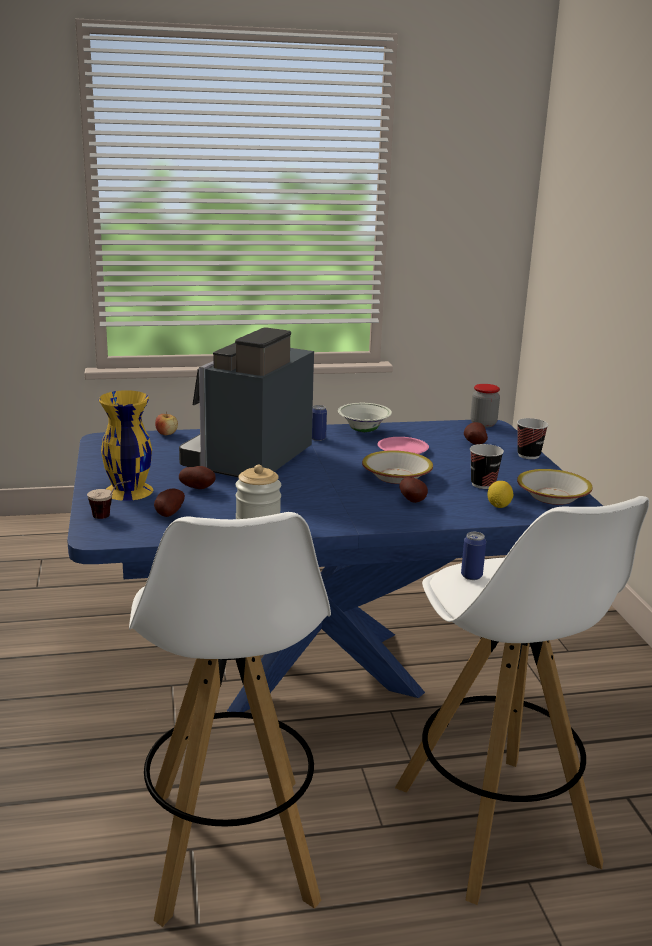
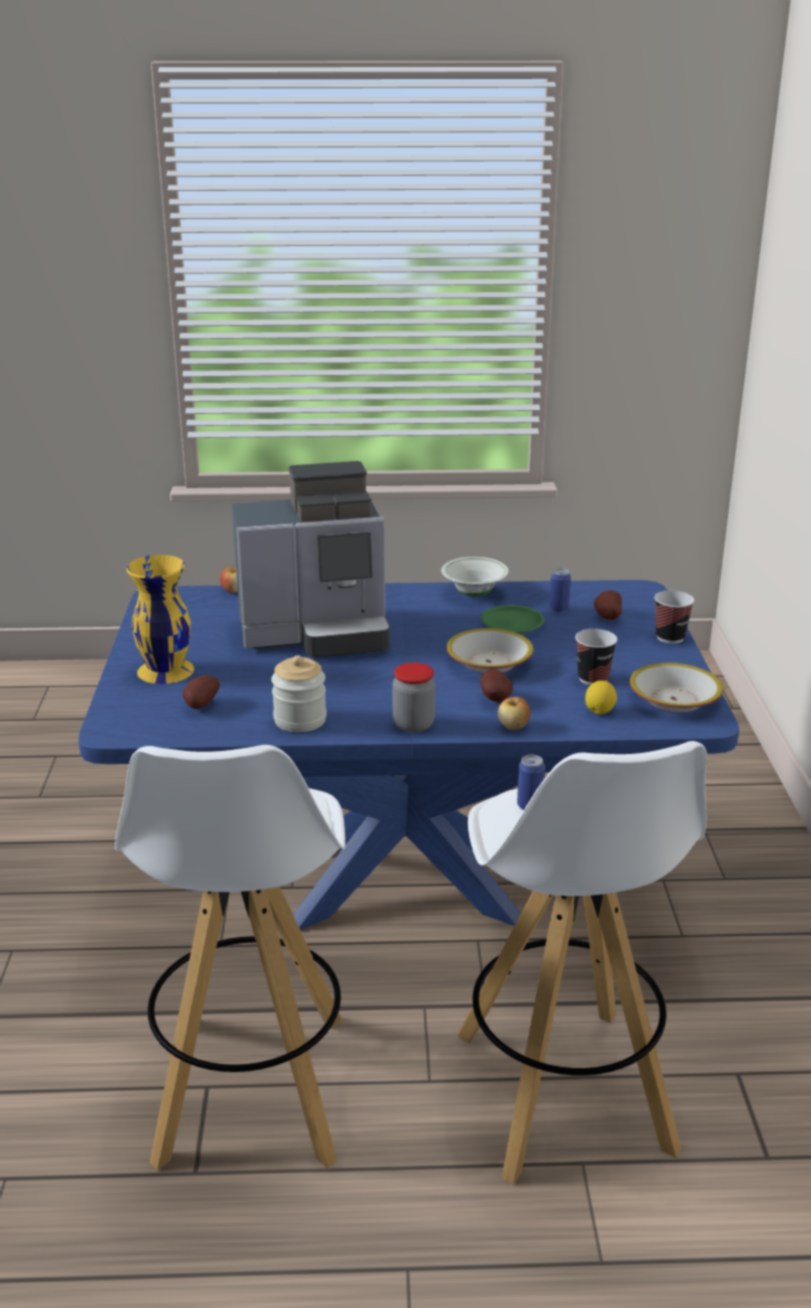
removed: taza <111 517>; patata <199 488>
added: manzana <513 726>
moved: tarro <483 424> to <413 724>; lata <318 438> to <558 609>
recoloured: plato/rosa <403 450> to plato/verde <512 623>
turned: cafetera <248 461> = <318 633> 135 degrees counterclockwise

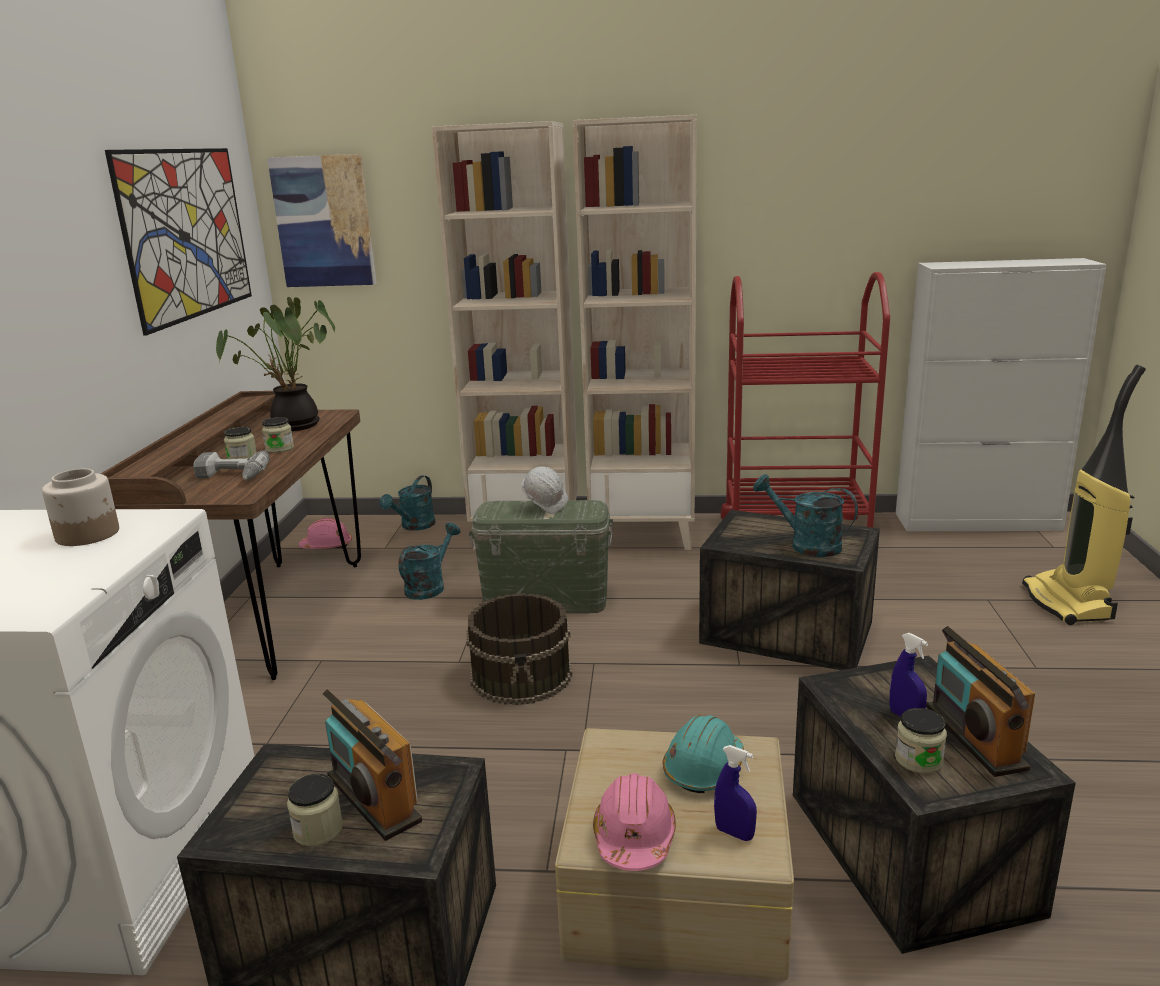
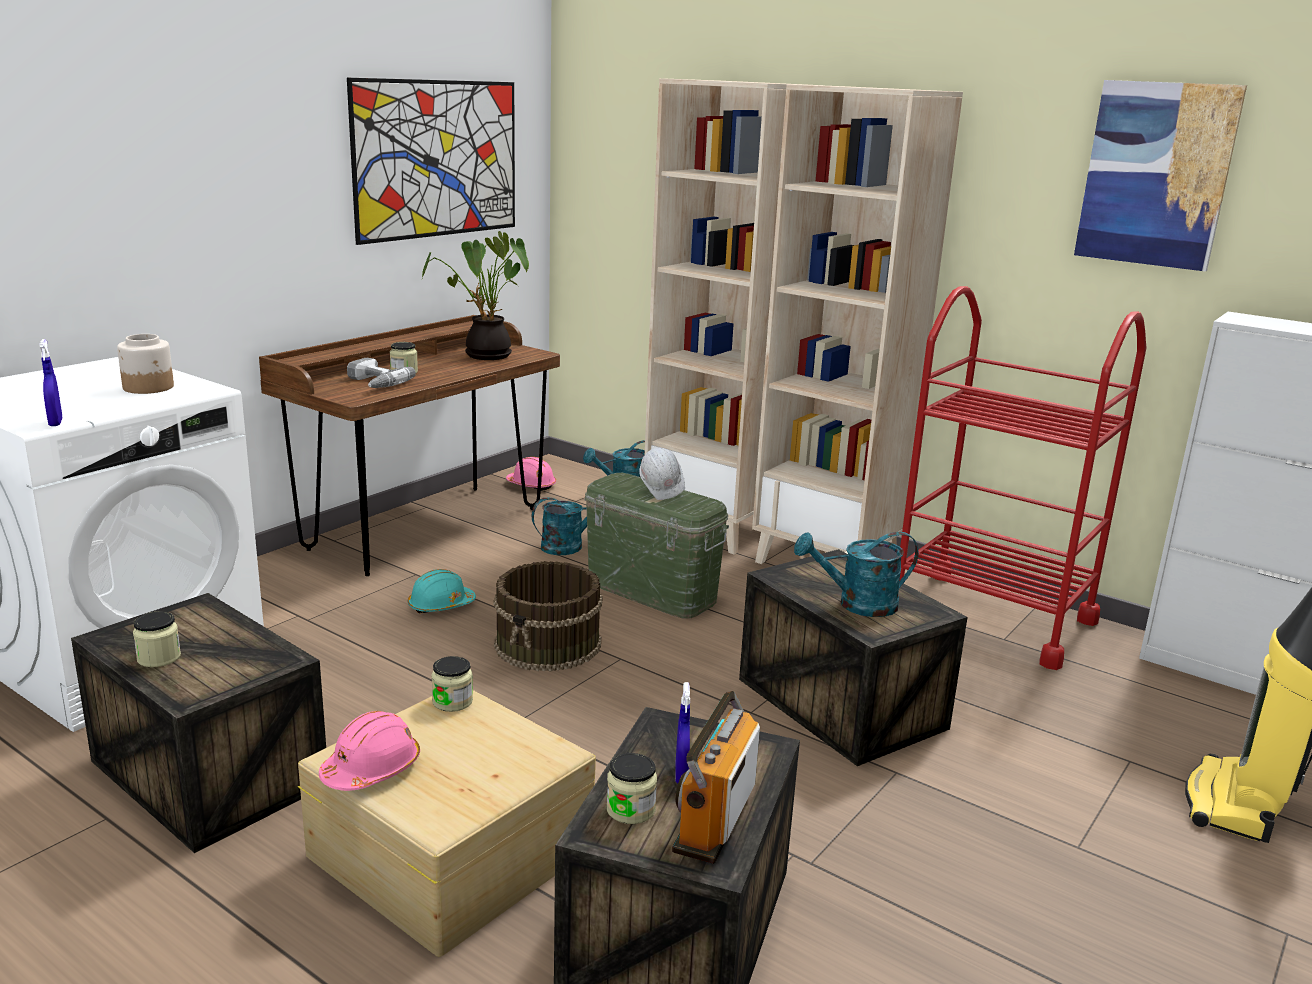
removed: radio <373 799>
moved: pulverizador/azul <734 833> to <55 423>; casco/turquesa <704 768> to <441 605>; tarro <279 448> to <452 701>; cuadro <324 222> to <1156 175>
turned: regadera/turquesa <806 545> = <857 605> 75 degrees counterclockwise

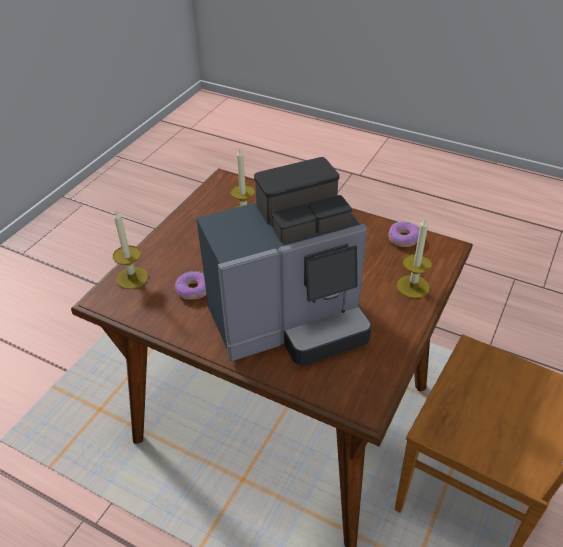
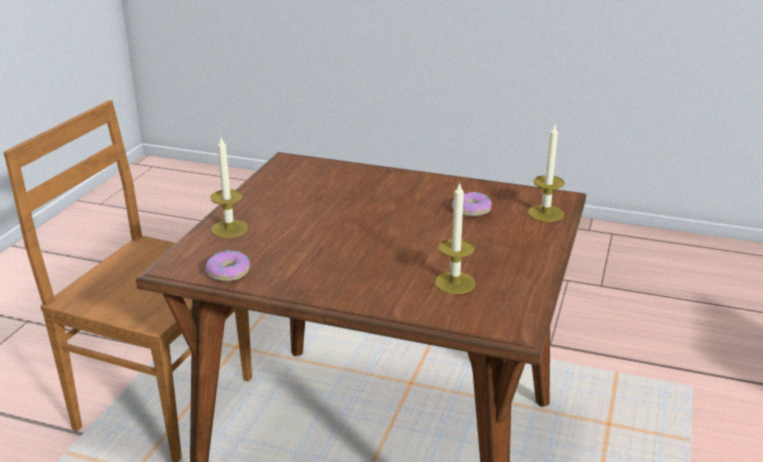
removed: cafetera <290 322>

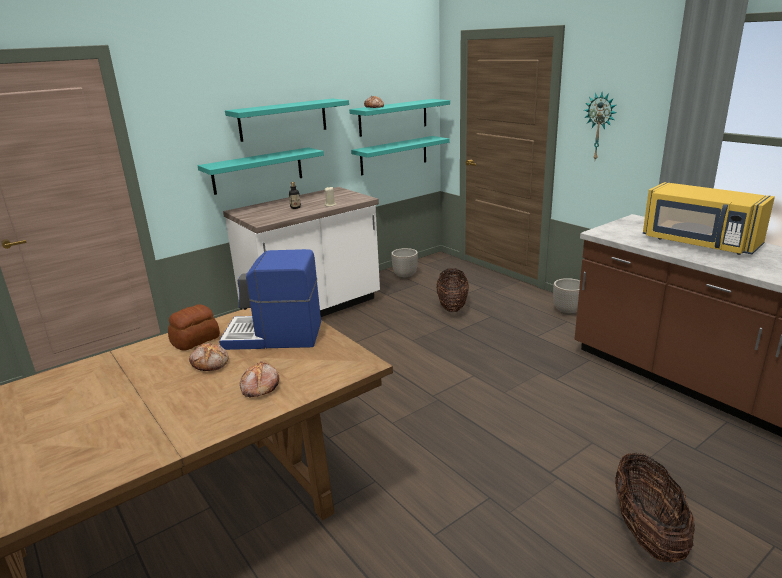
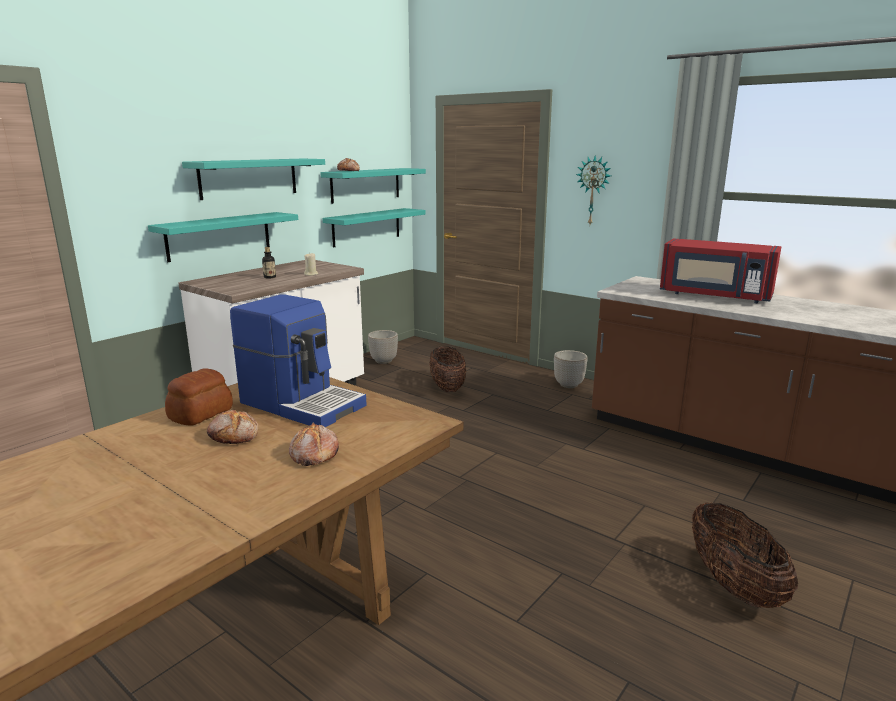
recoloured: microondas/amarillo <699 243> to microondas/rojo <714 296>
turned: cafetera <274 336> = <302 403> 135 degrees counterclockwise

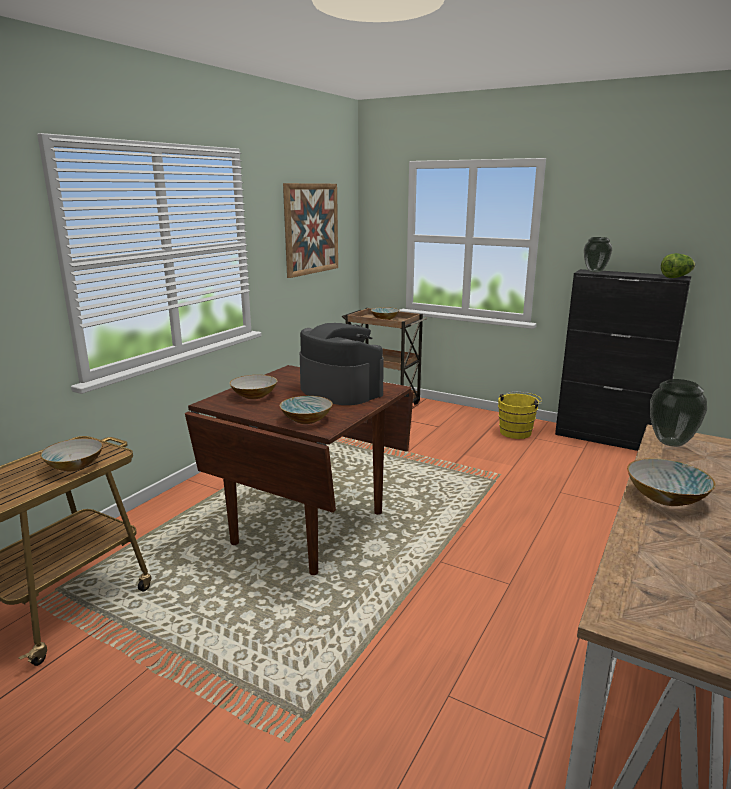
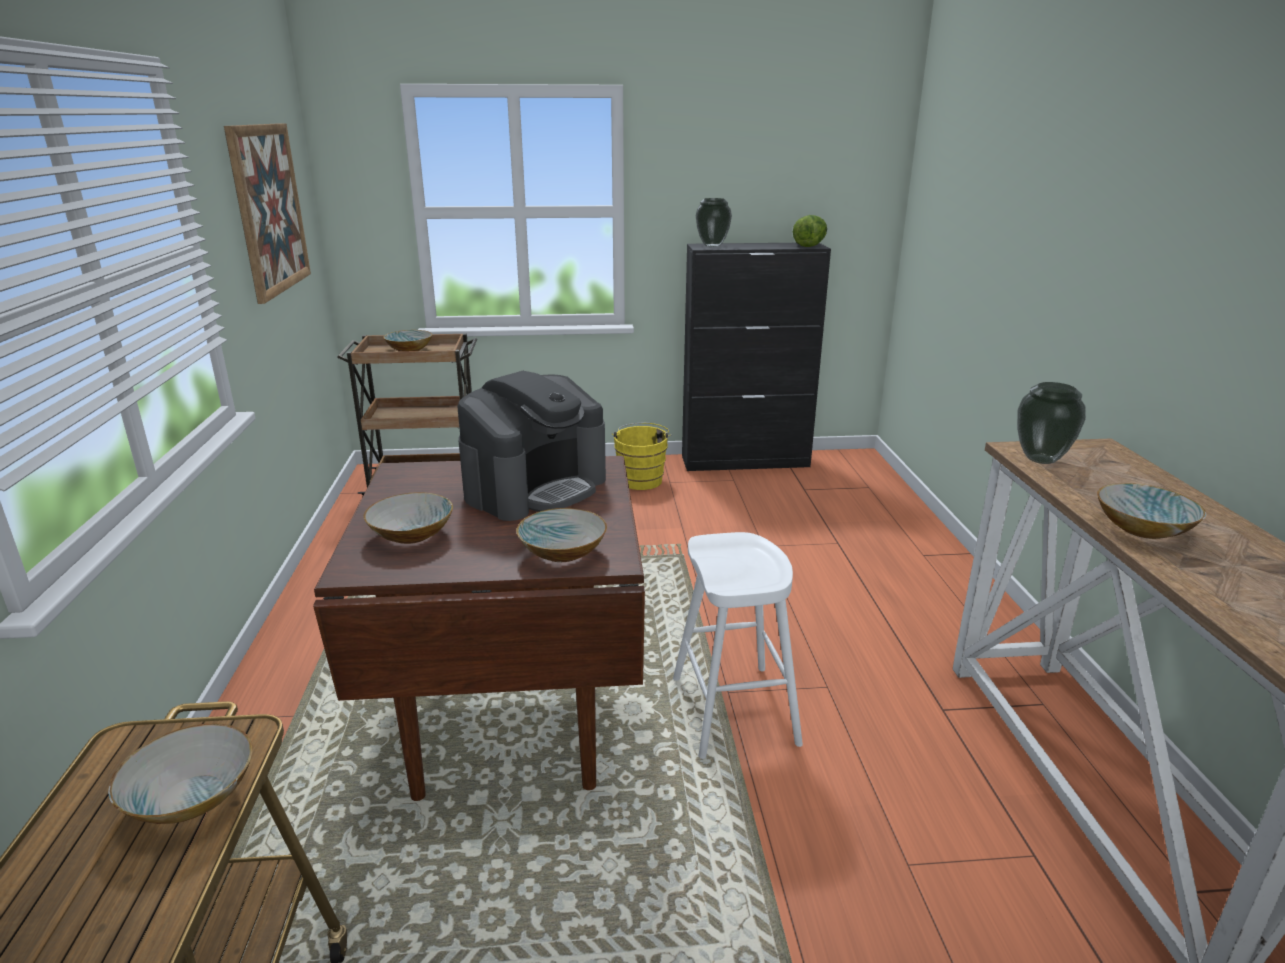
added: taburete/blanco <734 710>
turned: cafetera <340 390> = <535 487> 120 degrees clockwise

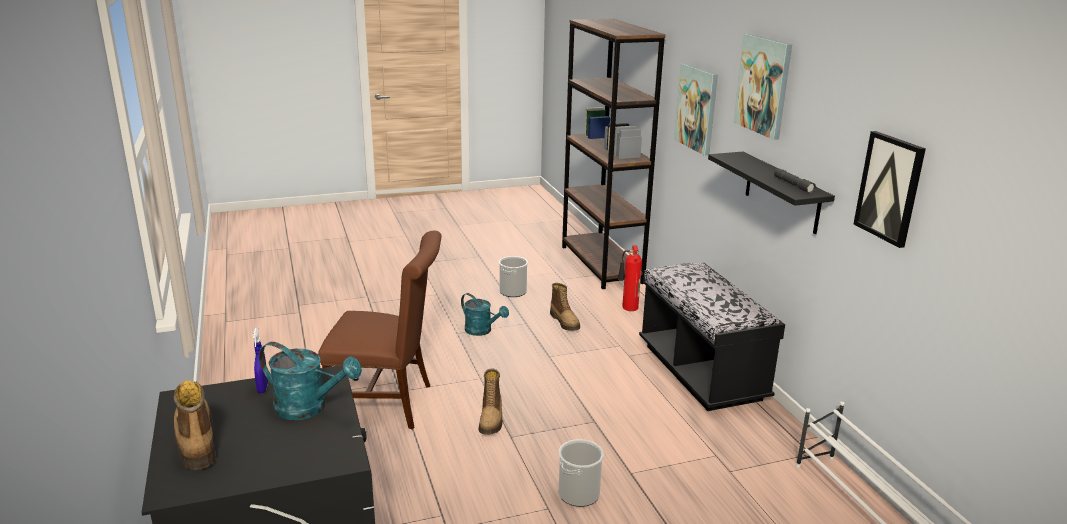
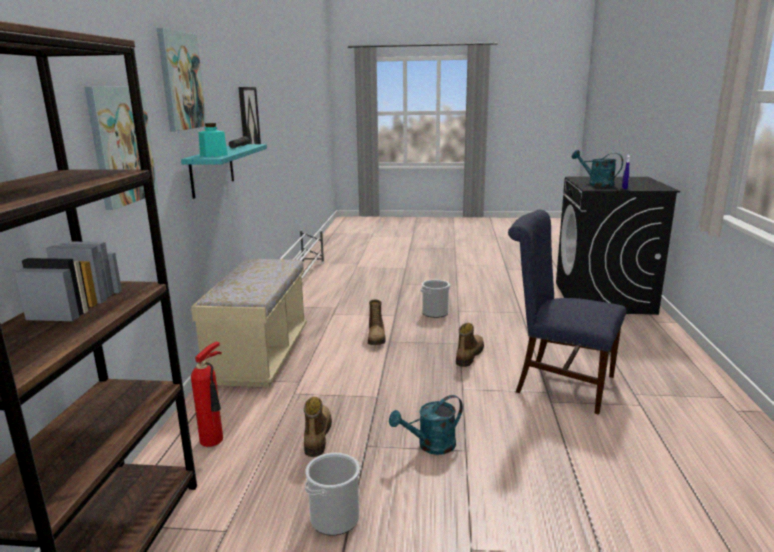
added: tarro/turquesa <213 155>
moved: bota <195 439> to <376 338>
recoloured: estante/negro <782 192> to estante/turquesa <212 170>; banco/negro <701 372> to banco/beis <259 356>; silla/marrón <389 403> to silla/azul <558 383>
turned: regadera/turquesa <482 331> = <430 446> 90 degrees counterclockwise

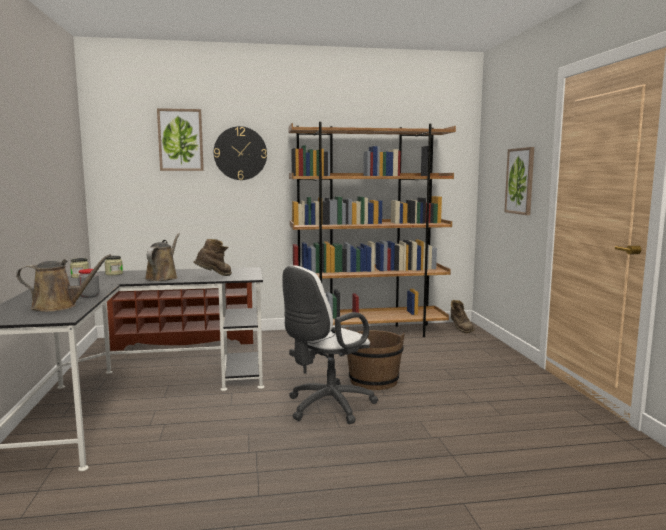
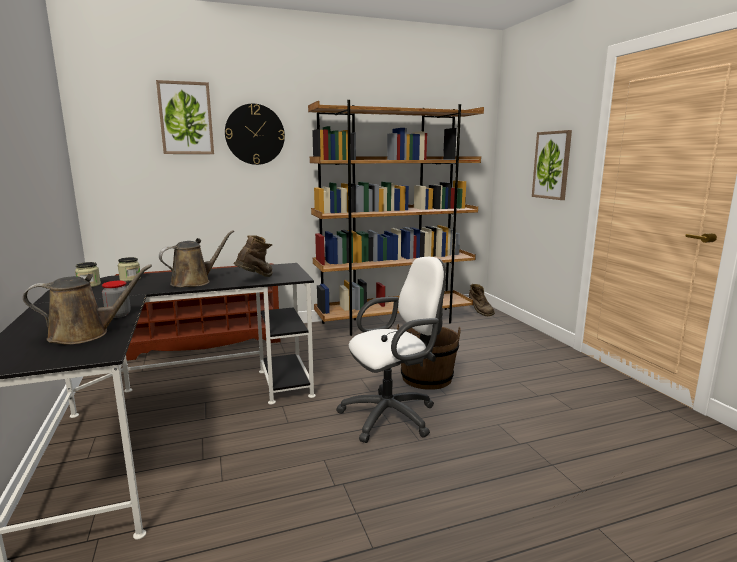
turned: regadera/marrón <163 277> = <194 282> 45 degrees clockwise; silla de oficina/blanco <326 407> = <393 416> 150 degrees counterclockwise

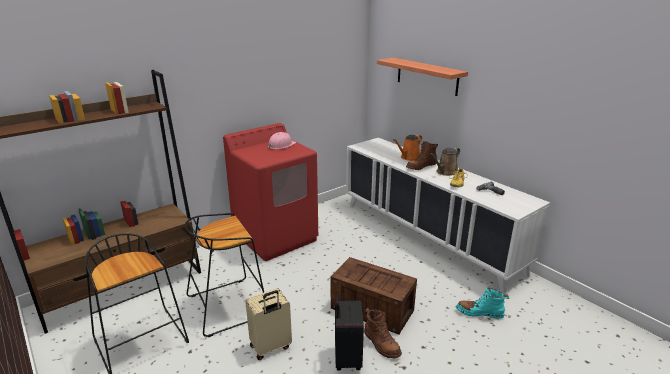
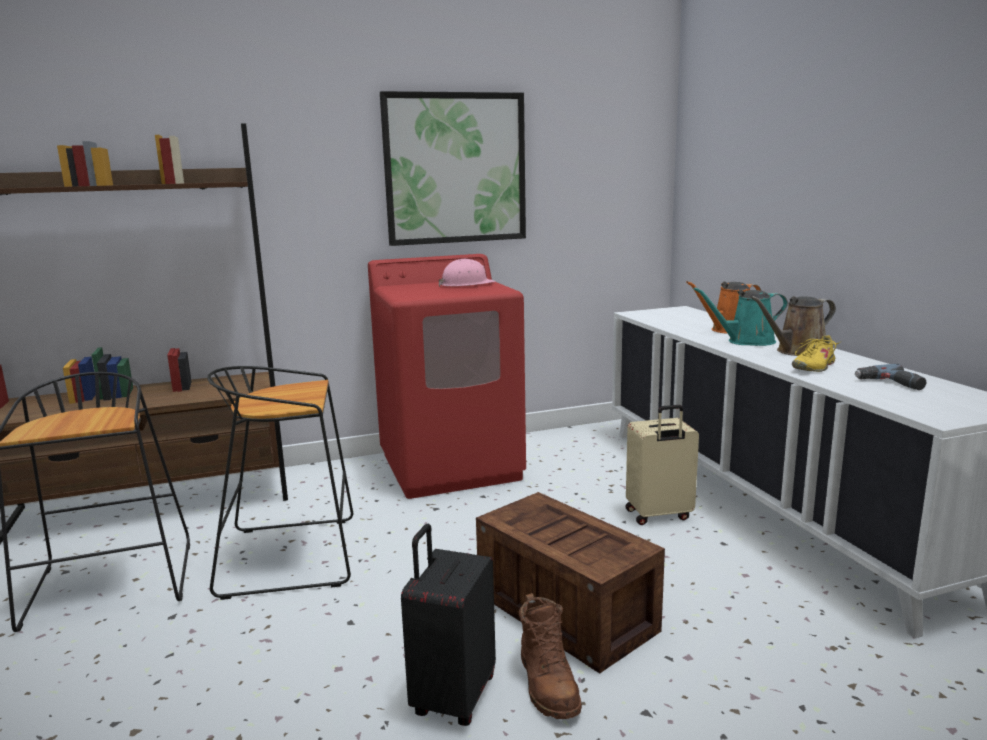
removed: estante <427 76>; bota/turquesa <479 313>
added: cuadro <455 169>
moved: maleta/beis <271 347> to <659 515>
replaced: bota/marrón <421 166> to regadera/turquesa <746 341>

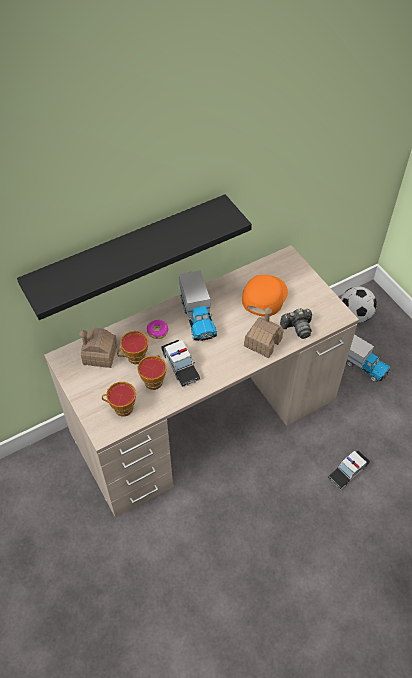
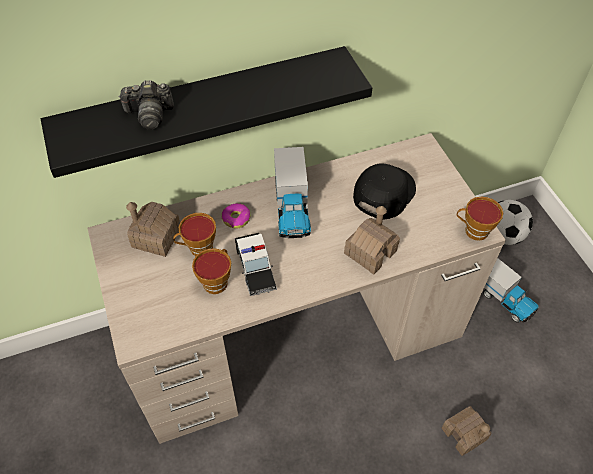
moved: cámara <297 328> to <150 114>; taza <121 408> to <473 231>
replaced: coche de juguete <348 471> to casita <464 434>
recoloured: gorra/naranja <264 296> to gorra/negro <383 192>

